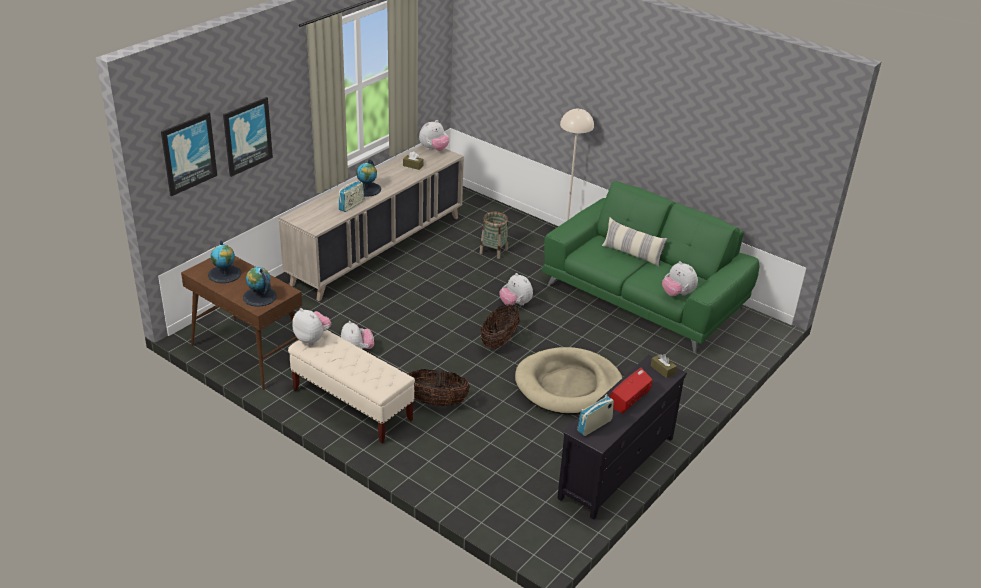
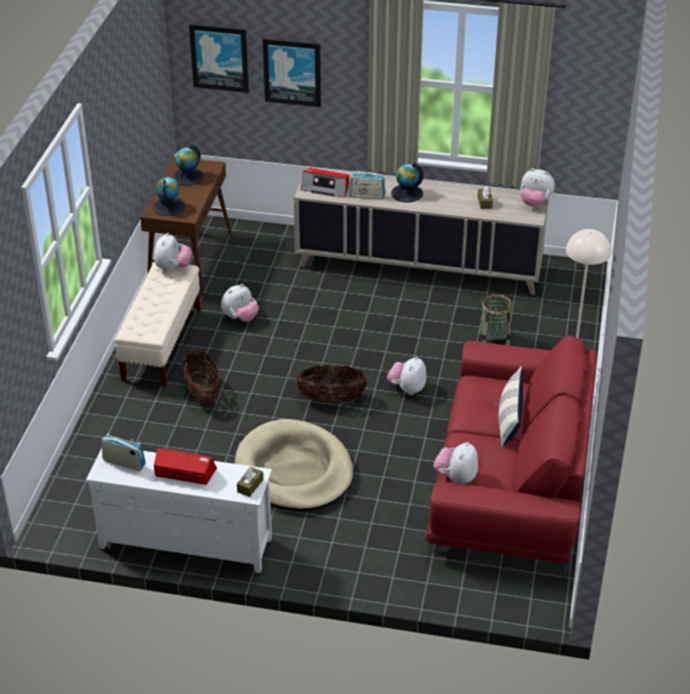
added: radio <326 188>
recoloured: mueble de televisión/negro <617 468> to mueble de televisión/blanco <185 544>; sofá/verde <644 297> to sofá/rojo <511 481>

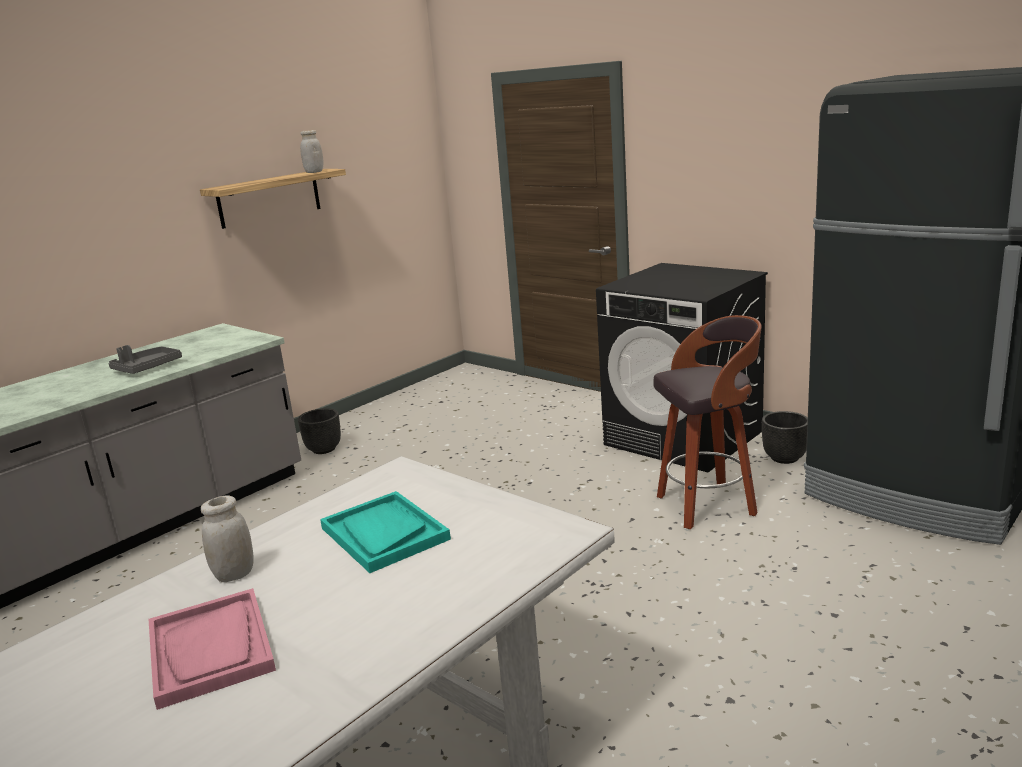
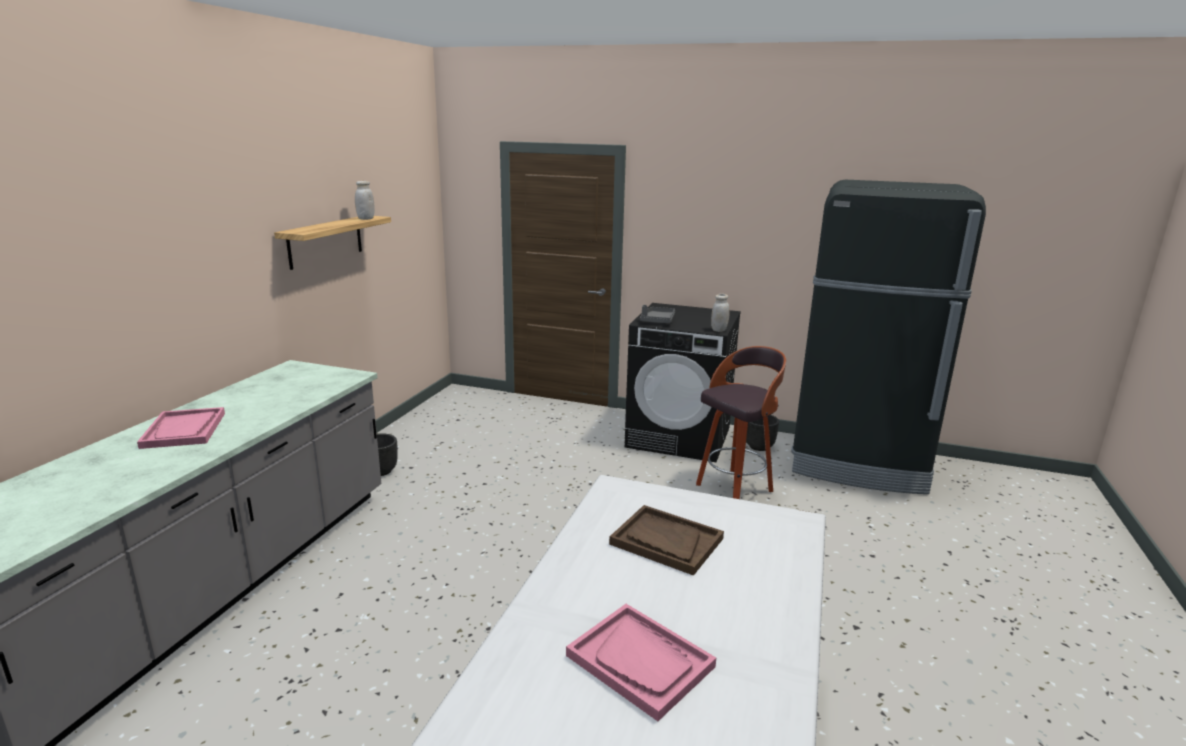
added: bandeja/rosa <184 430>
moved: bandeja/gris <147 368> to <657 321>; tarro/blanco <234 574> to <719 330>
recoloured: bandeja/turquesa <384 534> to bandeja/marrón <666 541>

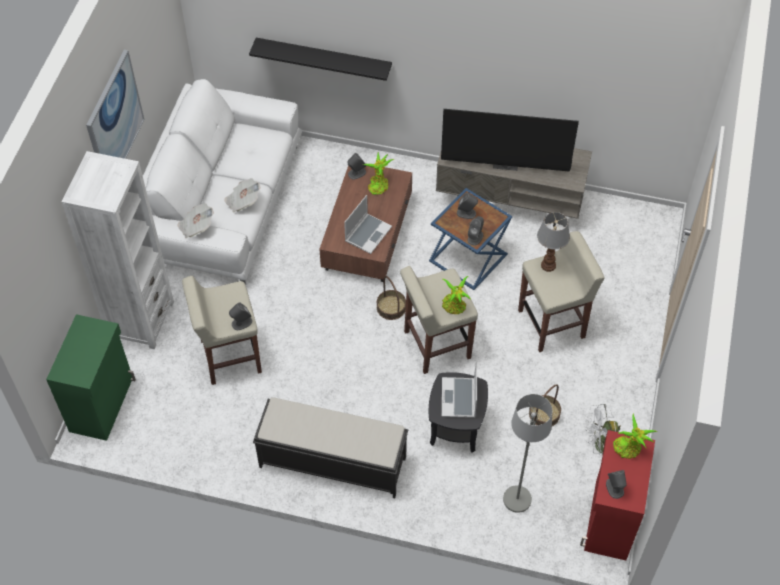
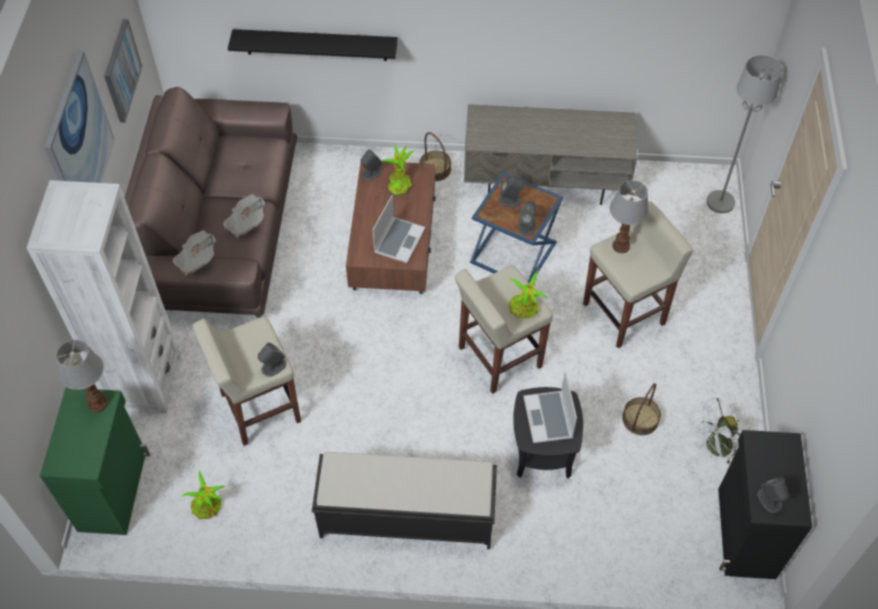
removed: televisor <506 163>
added: lámpara de mesa <98 403>; cuadro <121 70>
moved: planta en maceta <629 448> to <208 507>; cesta <391 307> to <435 169>; lámpara de pie/gris <516 499> to <720 202>
recoloured: sofá/blanco <224 203> to sofá/marrón <220 230>; armario/rojo <609 520> to armario/negro <744 533>

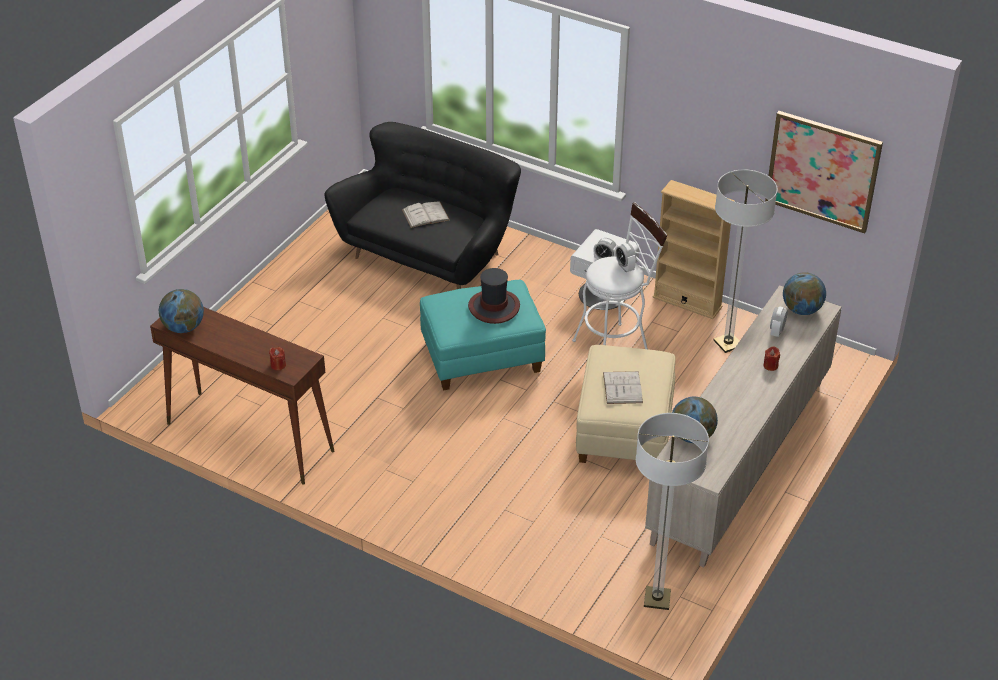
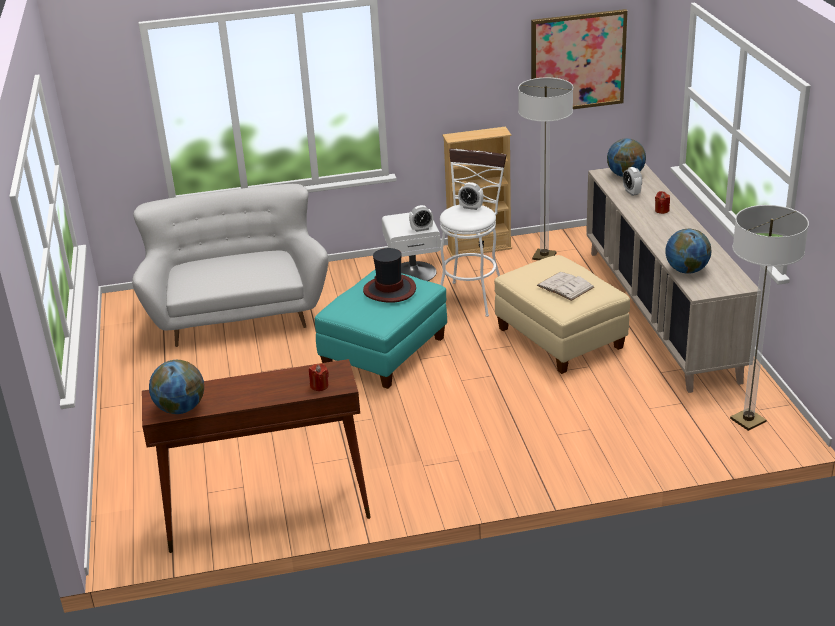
removed: libro/blanco <425 215>
recoloured: sofá/negro <430 254> to sofá/blanco <238 313>

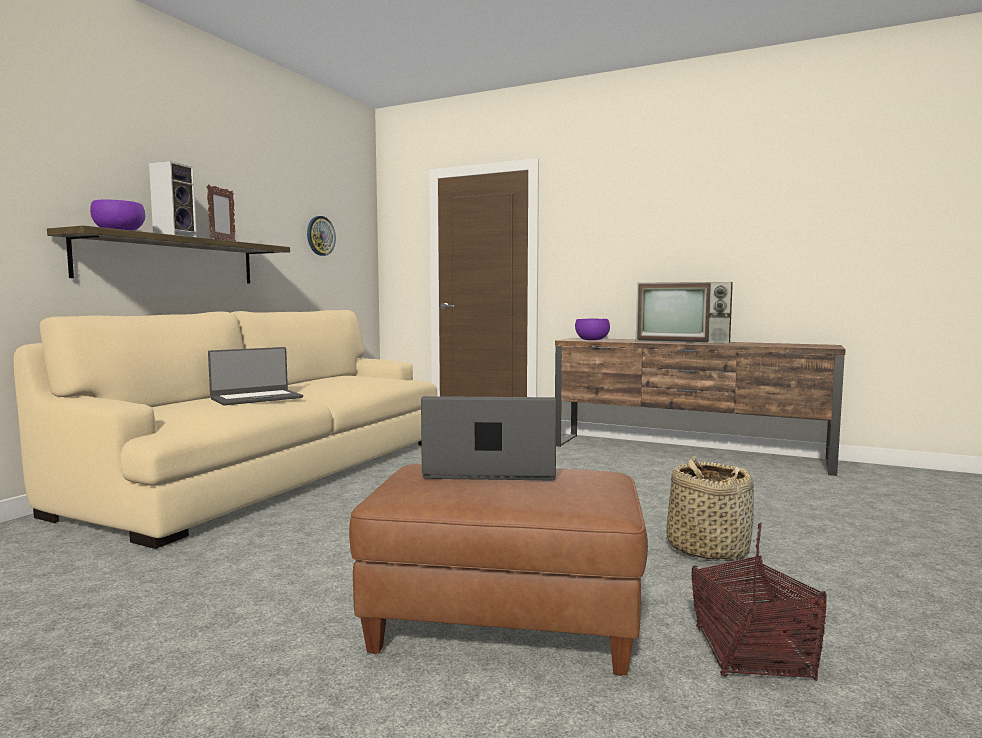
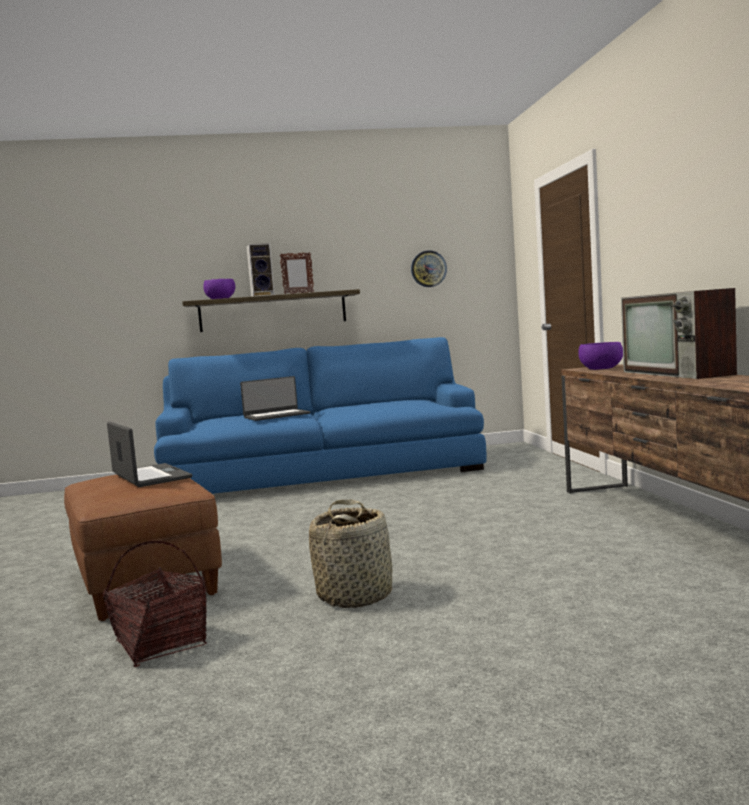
recoloured: sofá/beis <277 471> to sofá/azul <323 475>
turned: portátil <256 398> = <276 415> 45 degrees counterclockwise

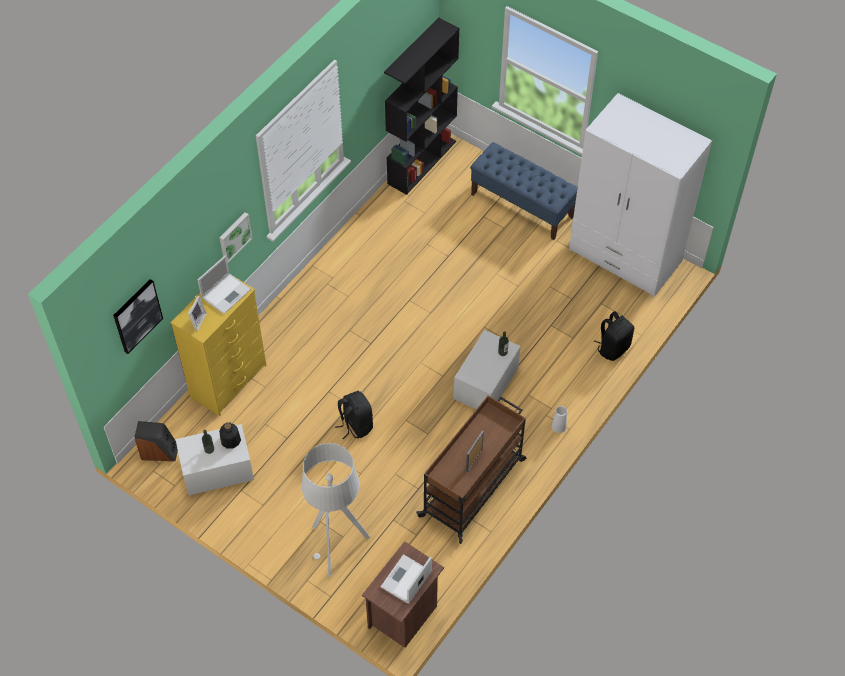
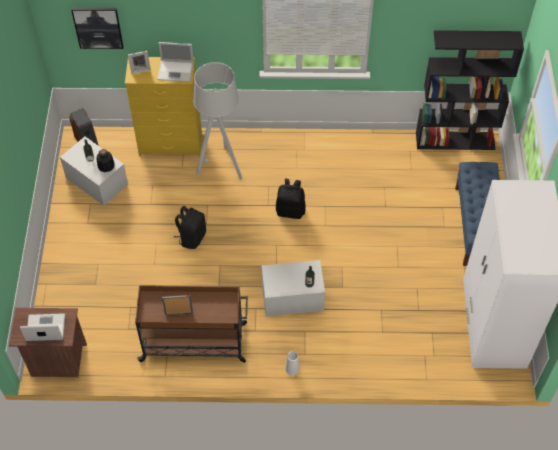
removed: cuadro <234 236>
moved: lámpara de pie/gris <337 546> to <221 166>; mochila/negro <613 348> to <290 210>

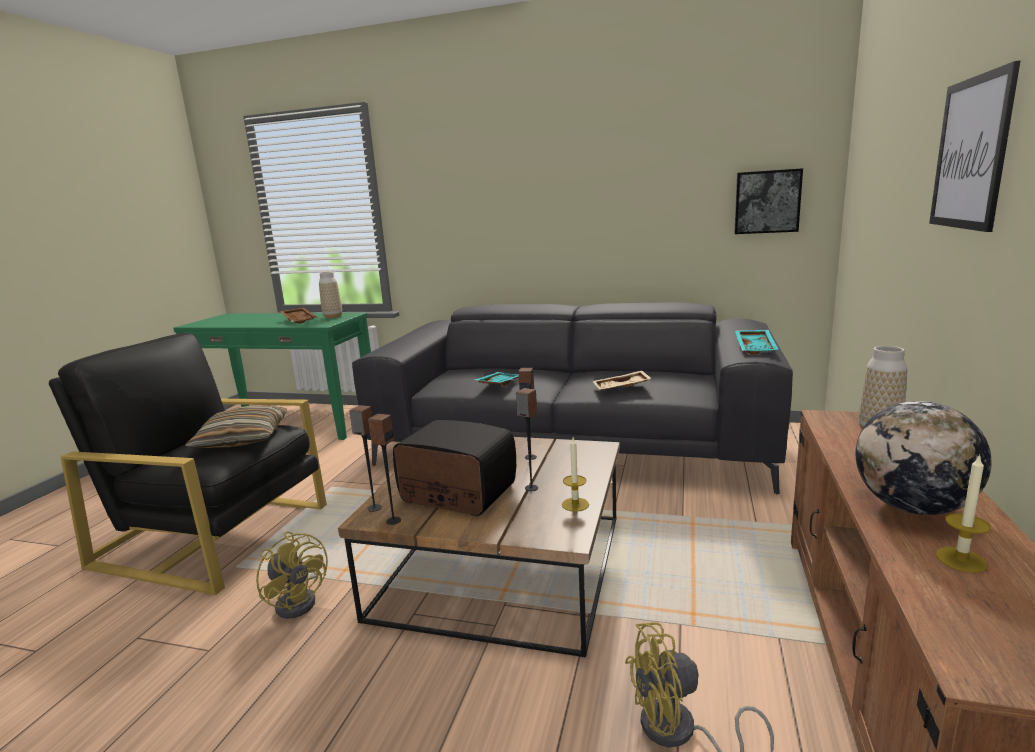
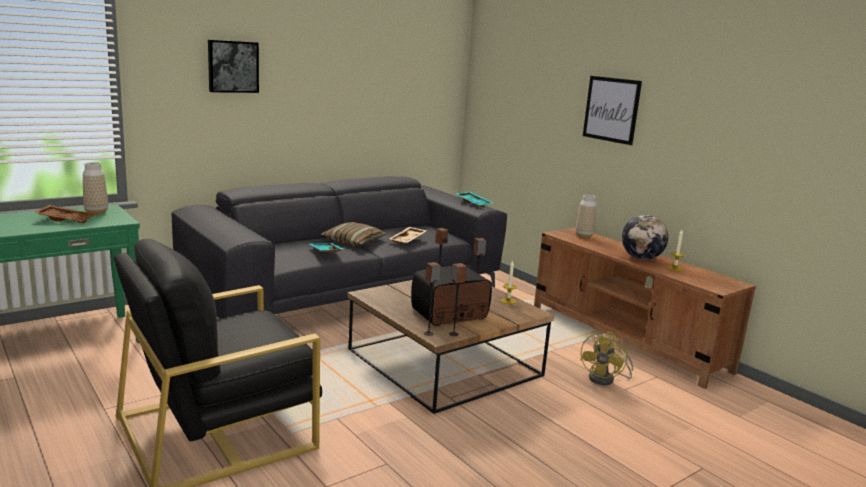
removed: ventilador/amarillo <299 600>
moved: cuadro <767 202> to <232 66>; cojín <243 439> to <354 242>

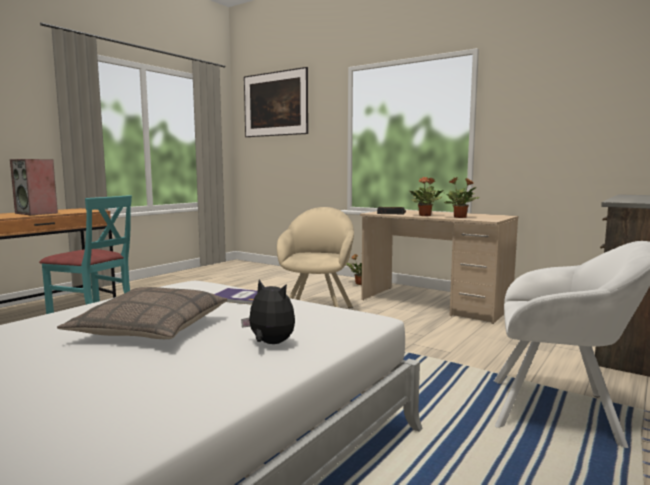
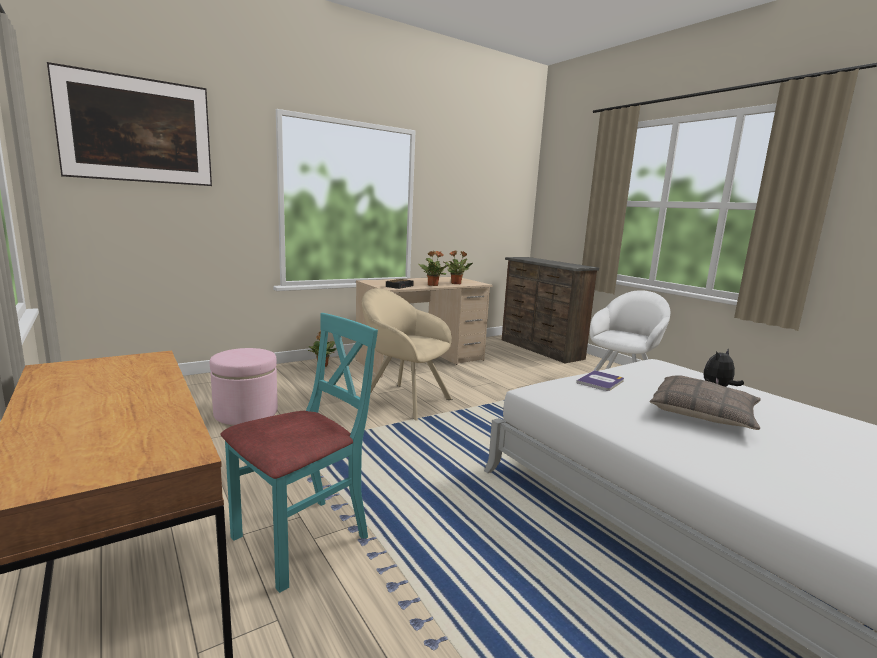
removed: altavoz <37 213>
added: puf/rosa <246 413>

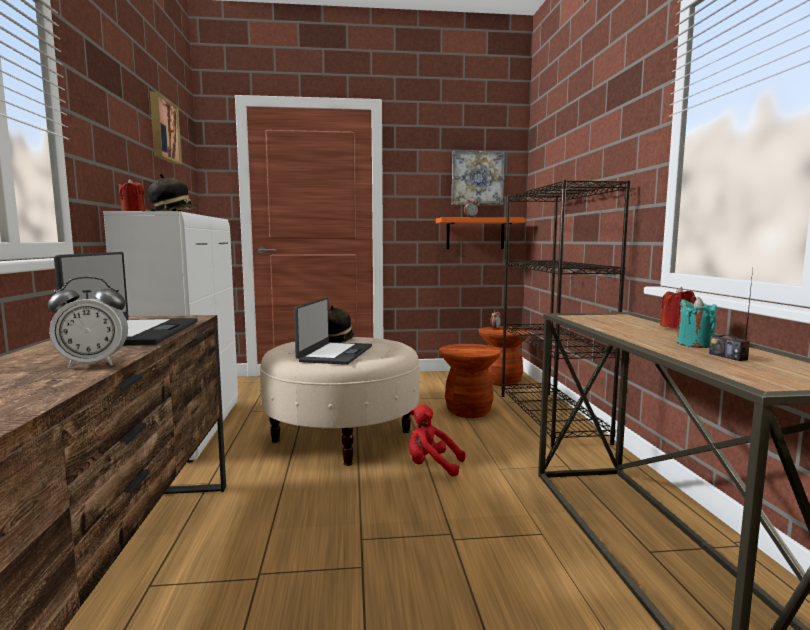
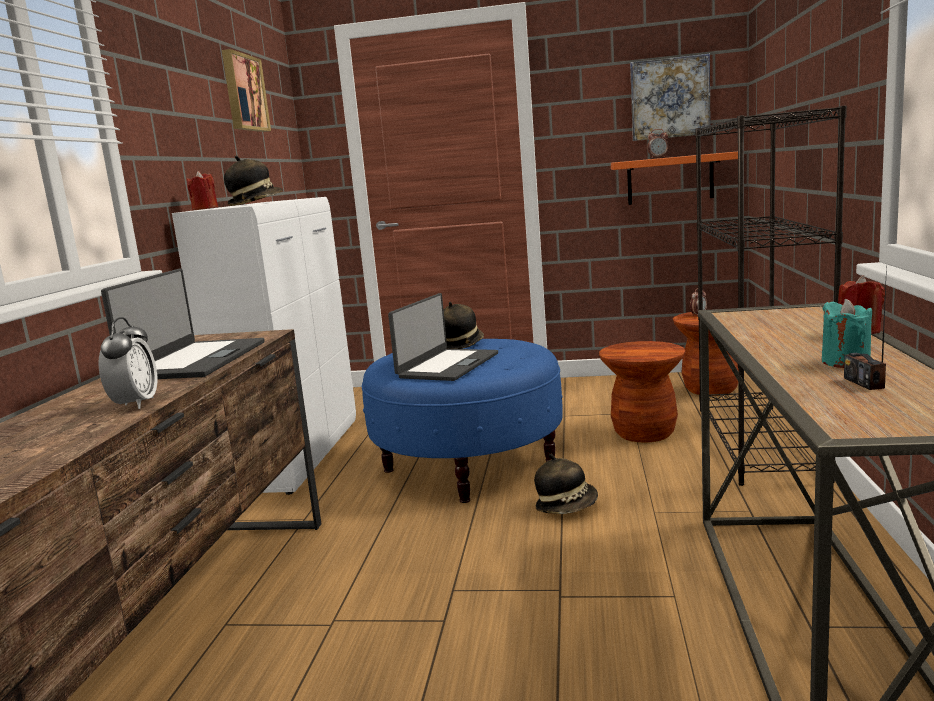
replaced: peluche/rojo <432 466> to sombrero <567 507>
recoloured: puf/beis <342 436> to puf/azul <469 465>
turned: despertador <93 364> = <135 404> 90 degrees counterclockwise

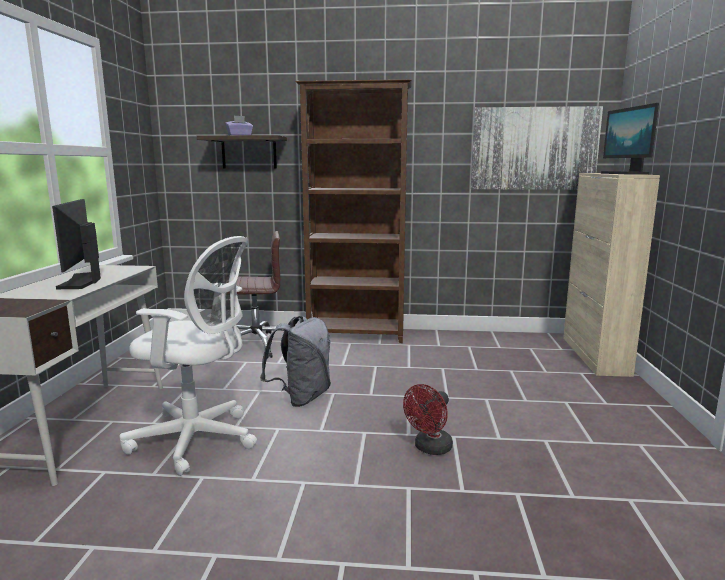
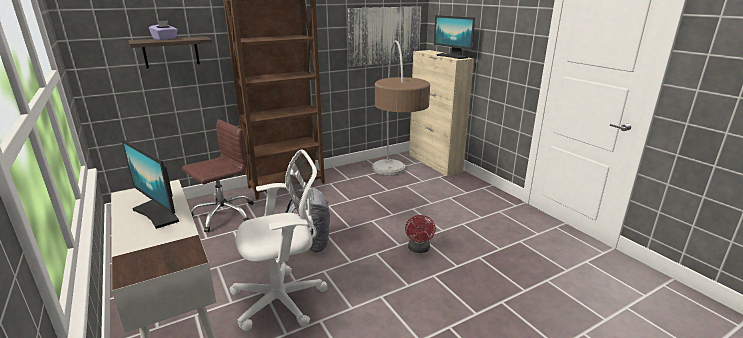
added: lámpara de pie <394 188>

